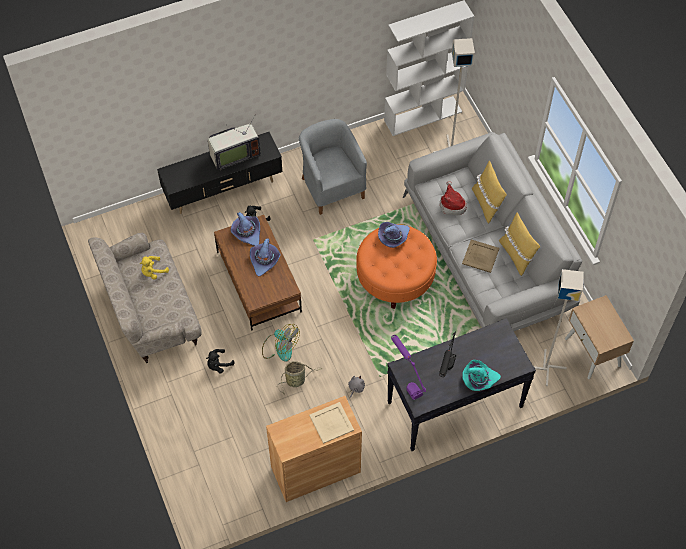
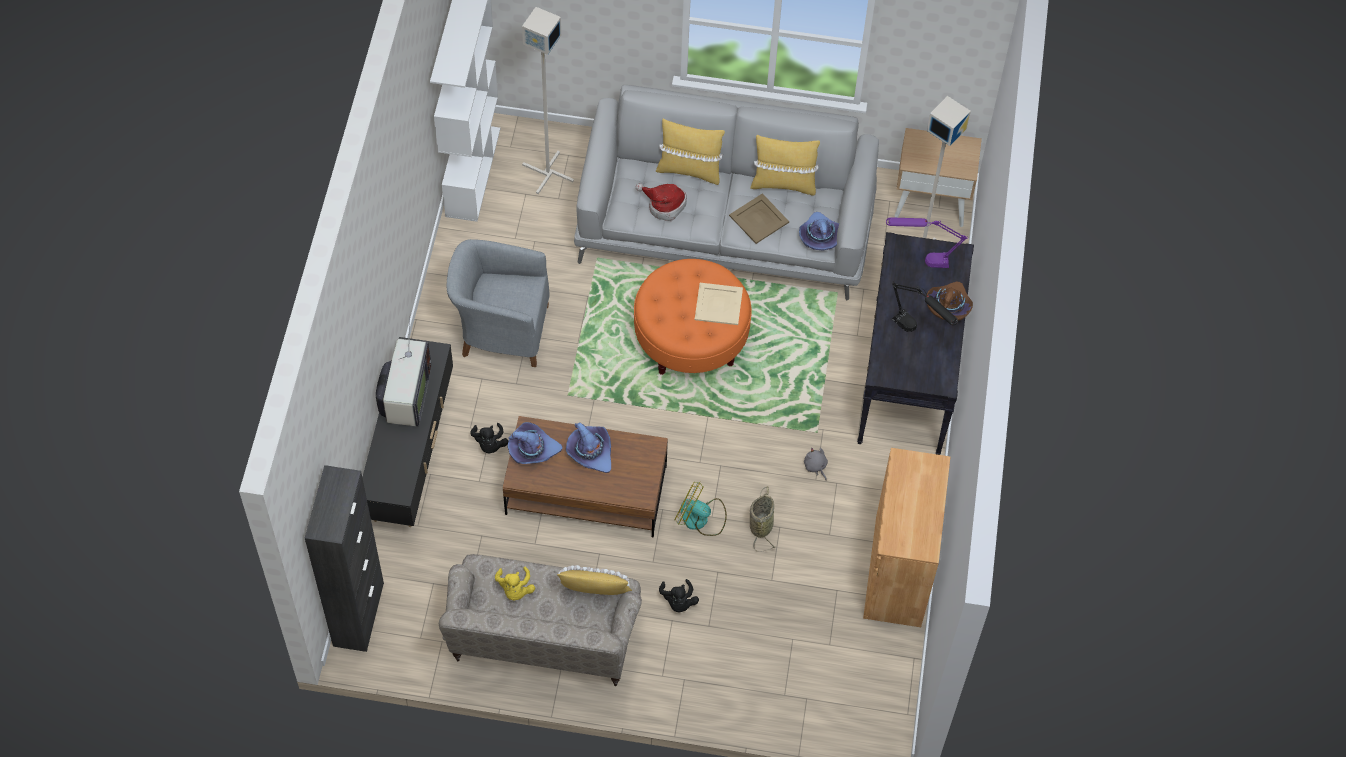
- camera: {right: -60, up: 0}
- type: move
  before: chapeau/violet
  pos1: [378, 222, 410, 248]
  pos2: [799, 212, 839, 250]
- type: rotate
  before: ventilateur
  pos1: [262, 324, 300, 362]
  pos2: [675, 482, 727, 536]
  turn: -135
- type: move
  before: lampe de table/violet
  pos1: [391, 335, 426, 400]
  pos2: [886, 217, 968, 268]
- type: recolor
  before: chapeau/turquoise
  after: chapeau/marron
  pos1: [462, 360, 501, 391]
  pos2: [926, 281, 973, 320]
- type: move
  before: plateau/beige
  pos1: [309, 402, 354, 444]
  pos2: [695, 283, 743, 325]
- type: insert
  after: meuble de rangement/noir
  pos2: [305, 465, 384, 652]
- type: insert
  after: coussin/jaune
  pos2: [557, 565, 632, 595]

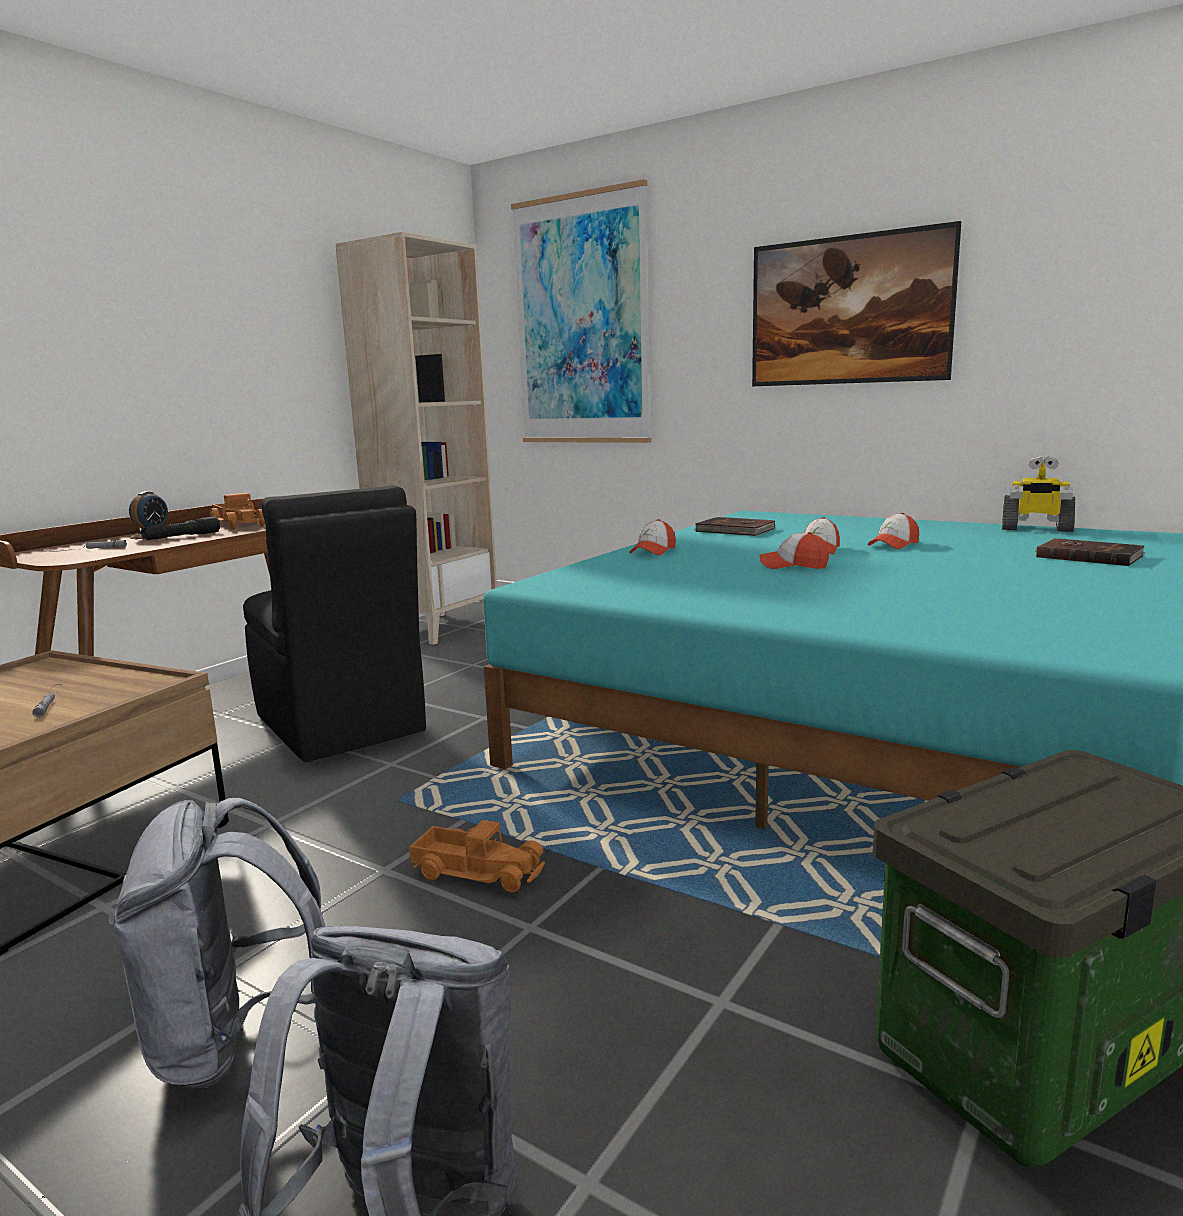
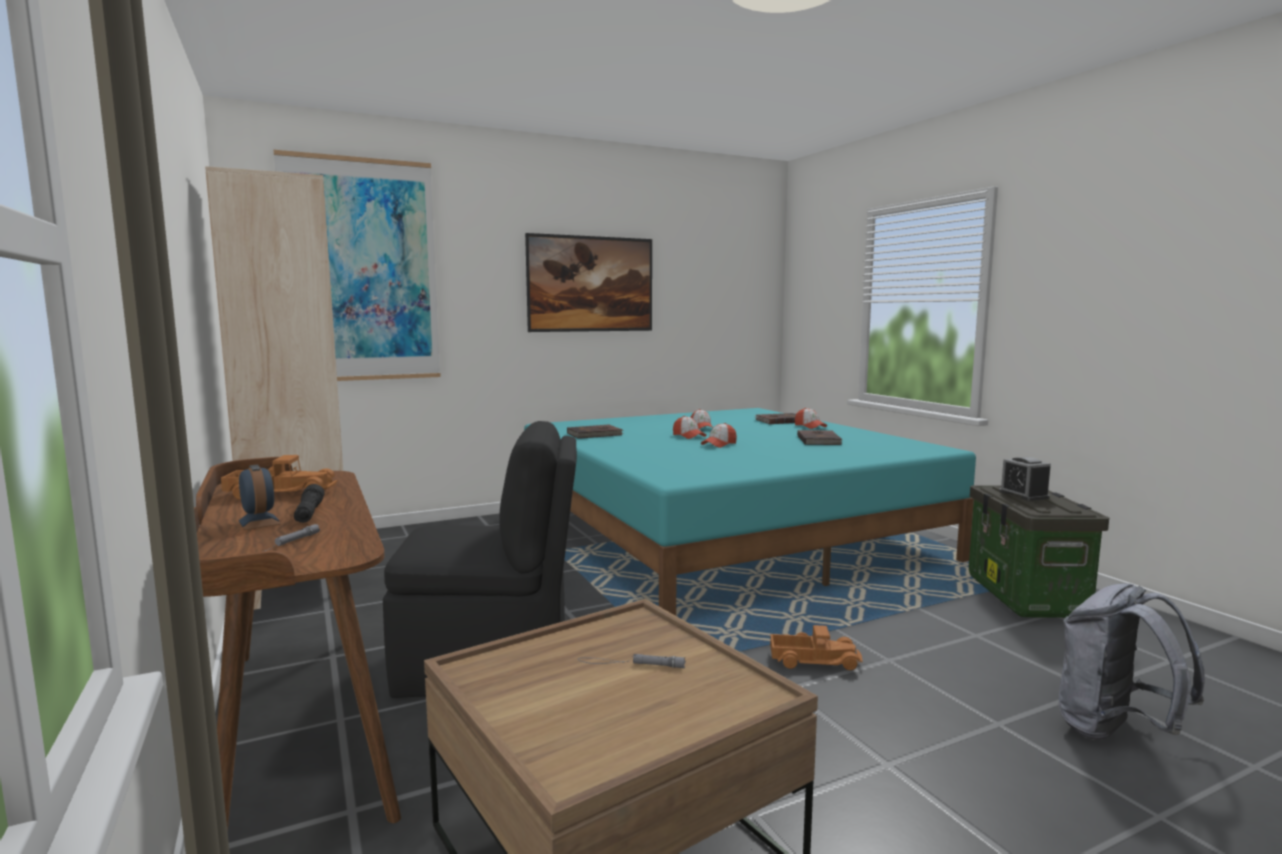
- camera: {right: -60, up: -5}
- type: delete
  before: robot jouet
  pos1: [1002, 456, 1075, 532]
- type: move
  before: casquette
  pos1: [629, 519, 676, 555]
  pos2: [795, 408, 827, 429]
- type: delete
  before: sac à dos/gris
  pos1: [108, 798, 325, 1089]
- type: rotate
  before: camion jouet
  pos1: [409, 820, 545, 893]
  pos2: [770, 625, 863, 670]
  turn: 45
- type: insert
  after: livre/marron
  pos2: [797, 430, 842, 445]
- type: insert
  after: réveil
  pos2: [999, 457, 1051, 501]

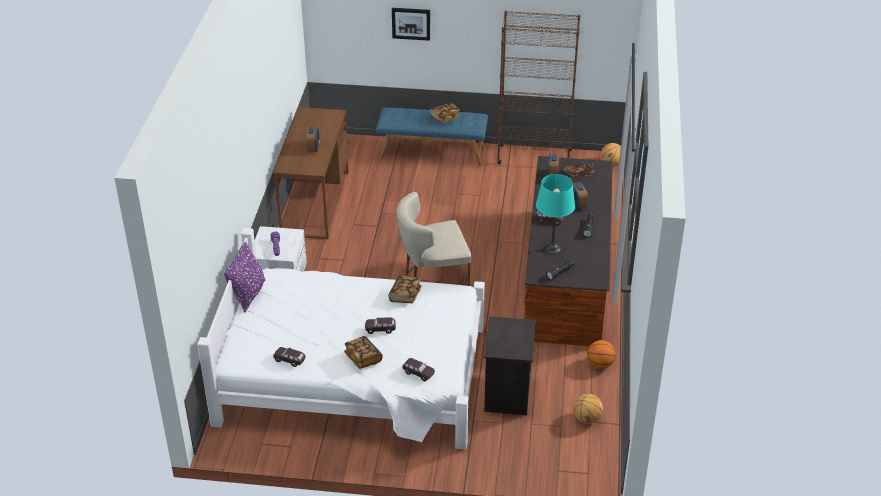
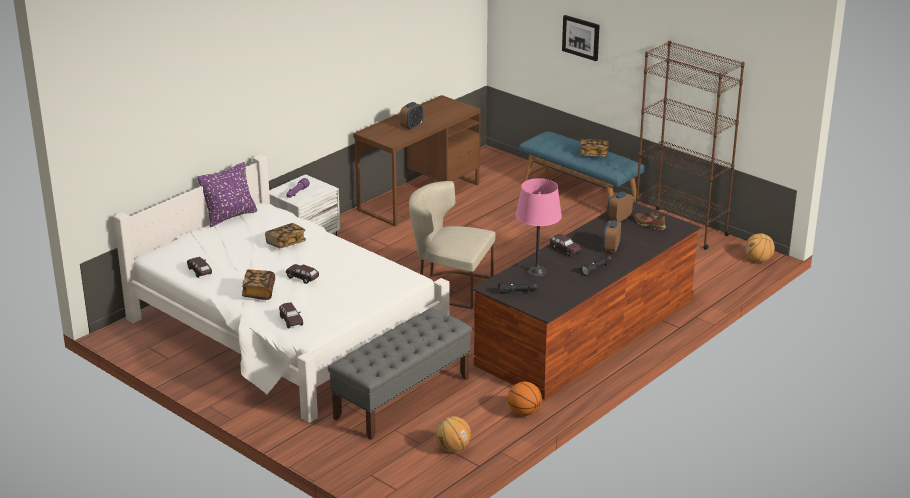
- camera: {right: 35, up: -10}
- type: recolor
  before: lampe de table/turquoise
  after: lampe de table/rose
  pos1: [536, 174, 575, 254]
  pos2: [516, 178, 562, 277]
- type: move
  before: livre
  pos1: [389, 275, 421, 303]
  pos2: [265, 223, 306, 248]
- type: replace
  before: table de chevet/noir
  after: banc/gris
  pos1: [484, 316, 536, 415]
  pos2: [328, 308, 472, 440]

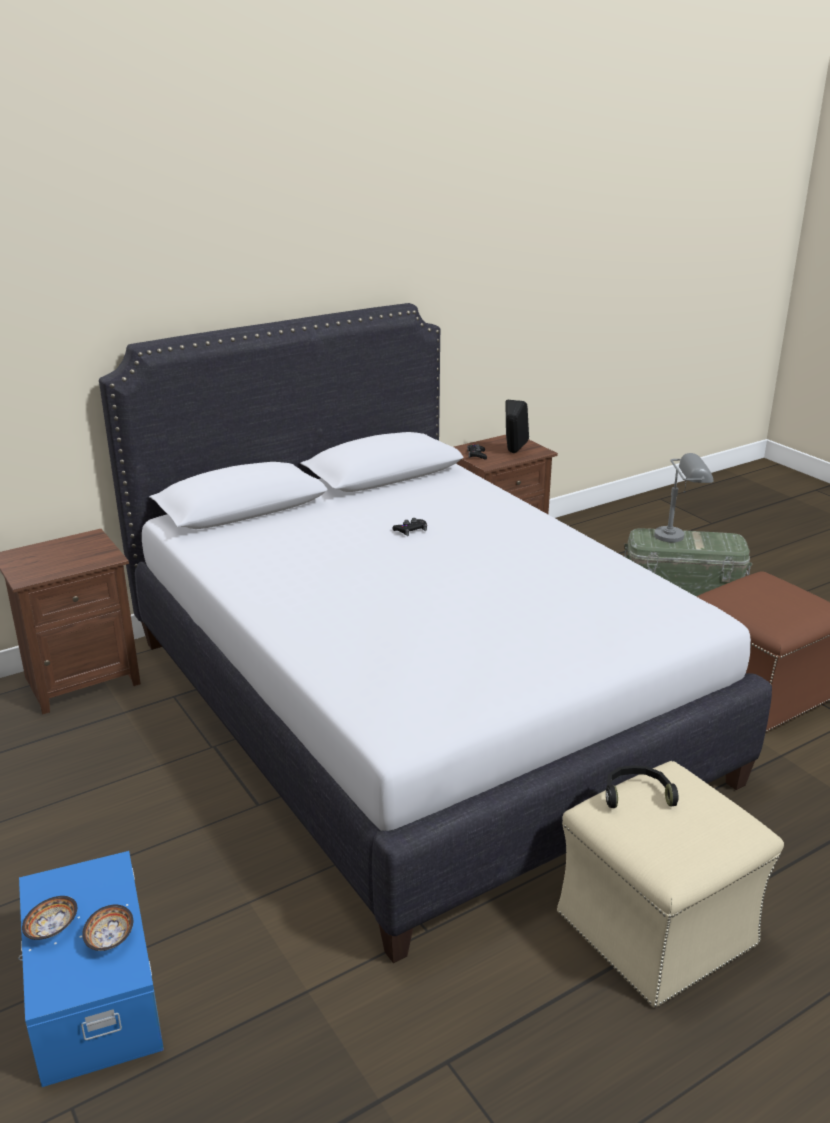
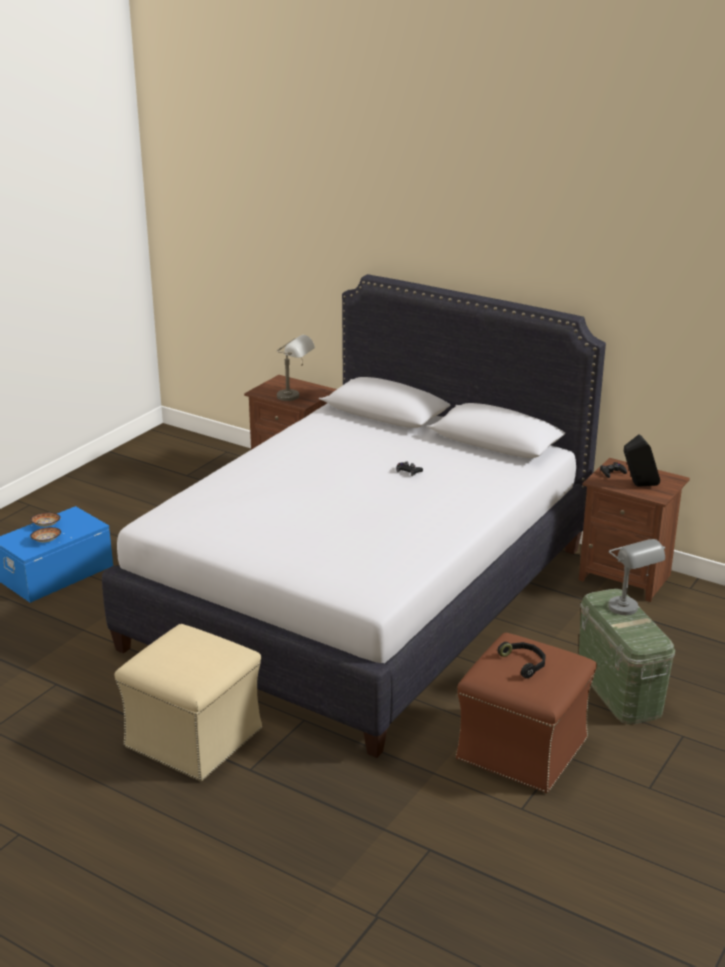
- camera: {right: 65, up: 0}
- type: move
  before: casque audio/noir
  pos1: [606, 766, 678, 808]
  pos2: [498, 642, 546, 678]
- type: insert
  after: lampe de table/gris
  pos2: [277, 335, 315, 401]

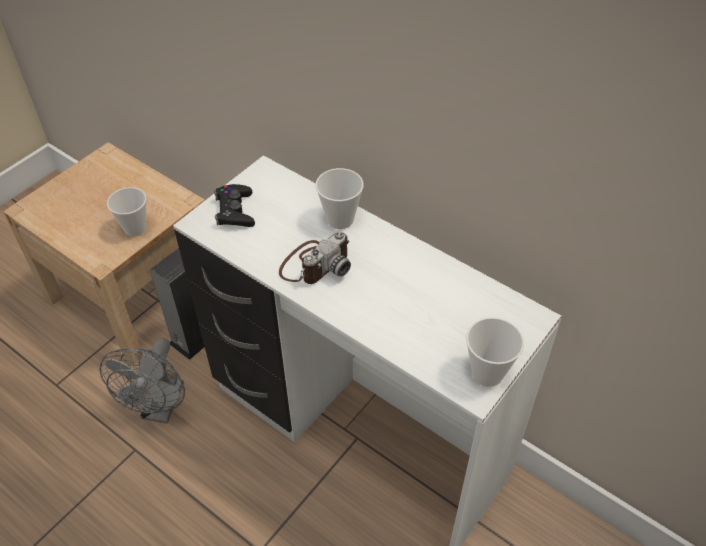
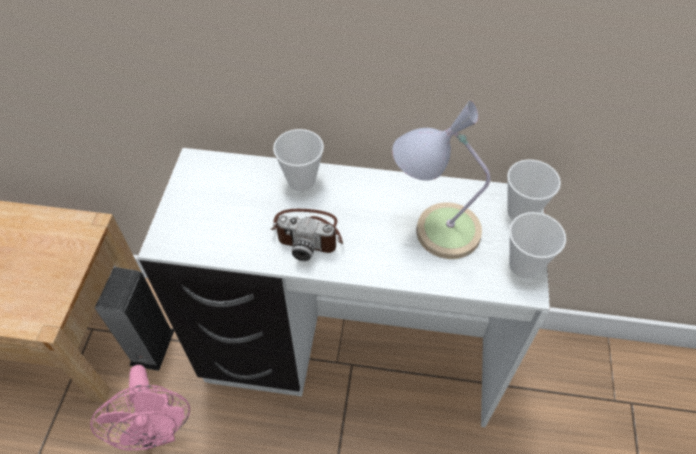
- camera: {right: -30, up: 5}
- type: delete
  before: manette/noir
  pos1: [214, 184, 255, 227]
- type: move
  before: tasse
  pos1: [107, 187, 146, 237]
  pos2: [507, 159, 561, 220]
- type: rotate
  before: appareil photo
  pos1: [279, 232, 351, 284]
  pos2: [271, 209, 343, 261]
  turn: 90
- type: recolor
  before: ventilateur/gris
  after: ventilateur/rose
  pos1: [99, 338, 185, 424]
  pos2: [90, 365, 190, 450]
- type: insert
  after: lampe de table
  pos2: [392, 101, 490, 259]

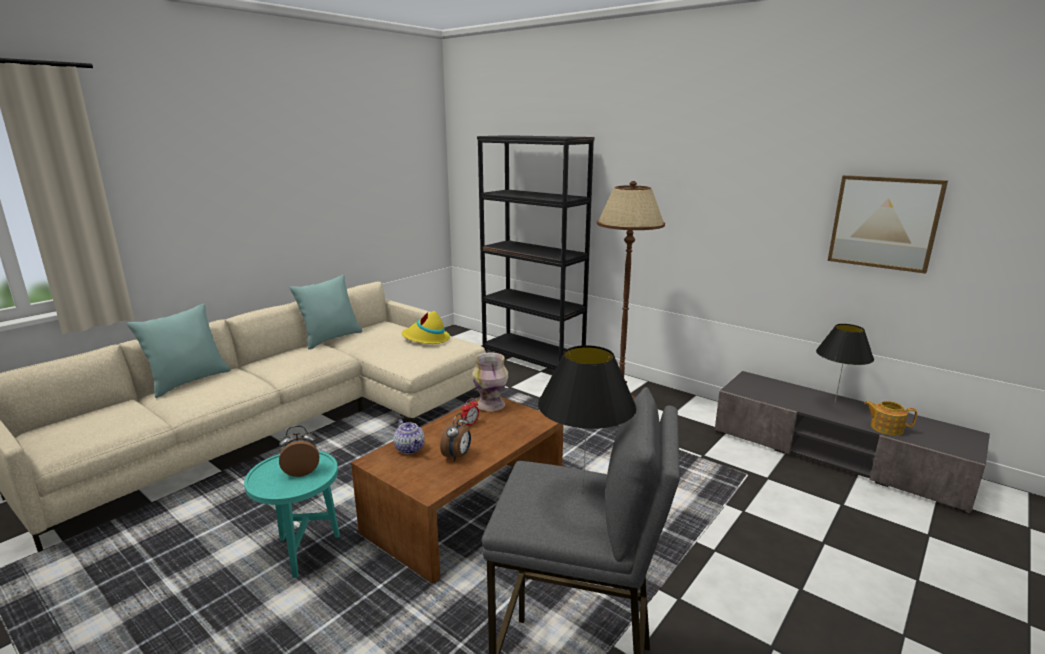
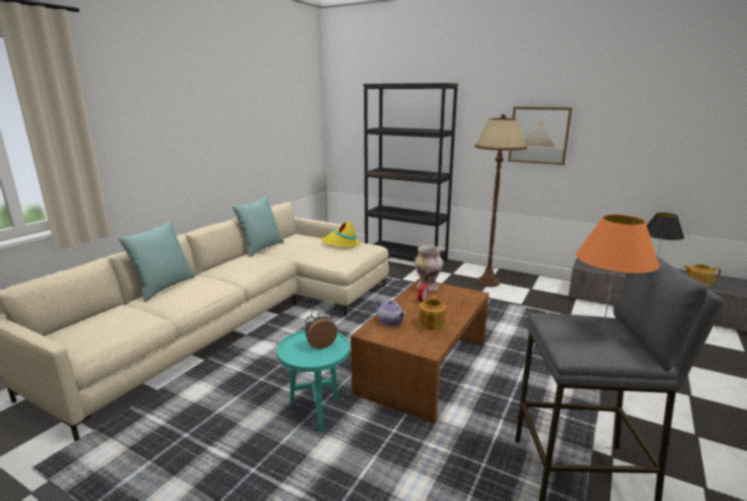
- camera: {right: -10, up: 0}
- type: move
  before: tableau
  pos1: [828, 175, 948, 274]
  pos2: [508, 107, 572, 165]
- type: recolor
  before: lampe de table/noir
  after: lampe de table/orange
  pos1: [538, 345, 637, 492]
  pos2: [576, 214, 660, 329]
- type: replace
  before: réveil
  after: théière
  pos1: [440, 413, 471, 461]
  pos2: [419, 295, 446, 330]

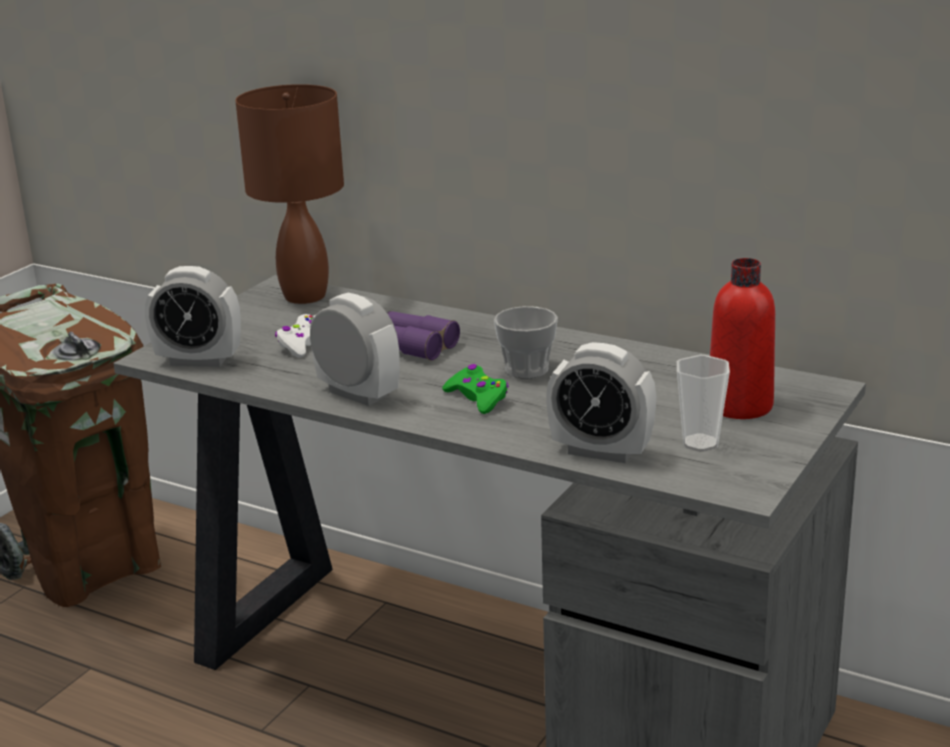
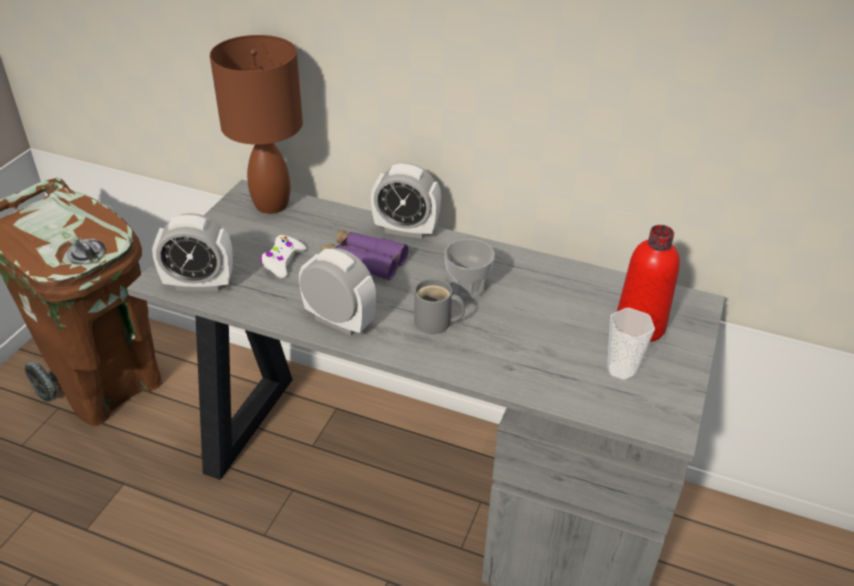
- camera: {right: -10, up: 15}
- type: move
  before: réveil
  pos1: [546, 342, 656, 463]
  pos2: [371, 163, 441, 239]
- type: replace
  before: manette/vert
  after: mug/gris
  pos1: [442, 364, 509, 414]
  pos2: [414, 278, 465, 334]

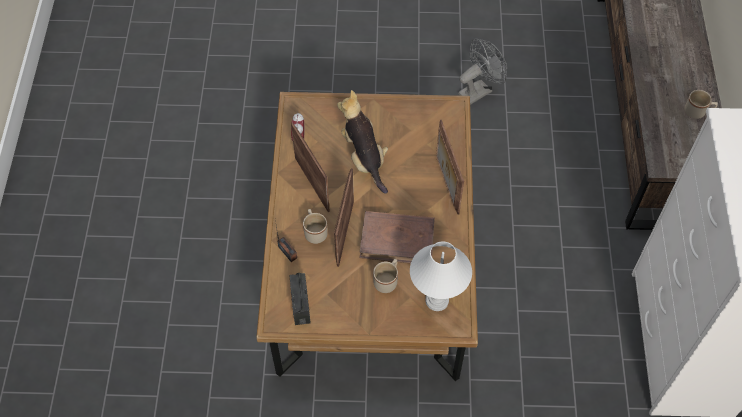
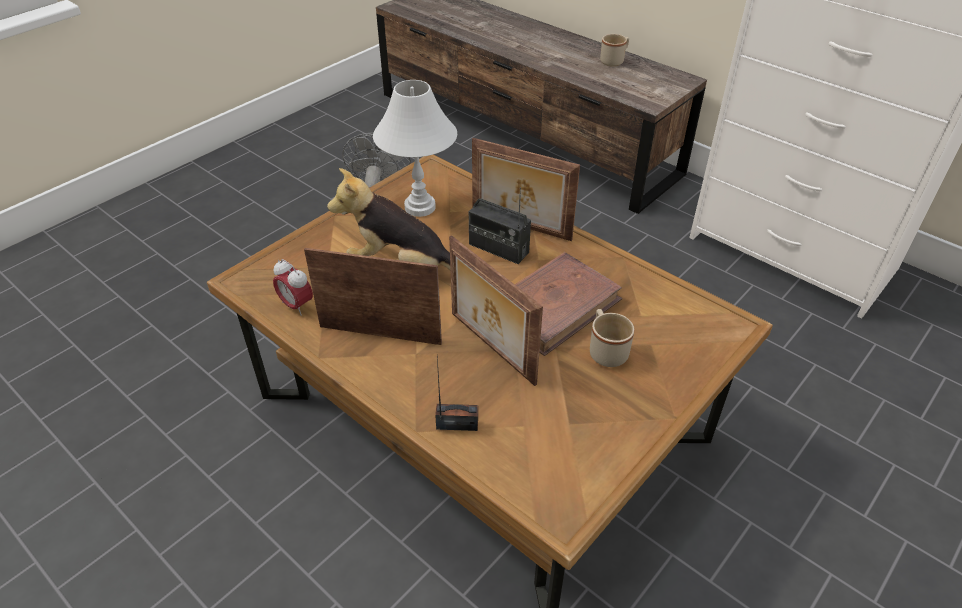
- camera: {right: -50, up: -15}
- type: delete
  before: mug/beige
  pos1: [303, 209, 328, 244]
- type: move
  before: lampe de table/blanc
  pos1: [410, 241, 472, 311]
  pos2: [373, 80, 457, 217]
- type: move
  before: radio
  pos1: [289, 273, 311, 325]
  pos2: [469, 187, 531, 264]

